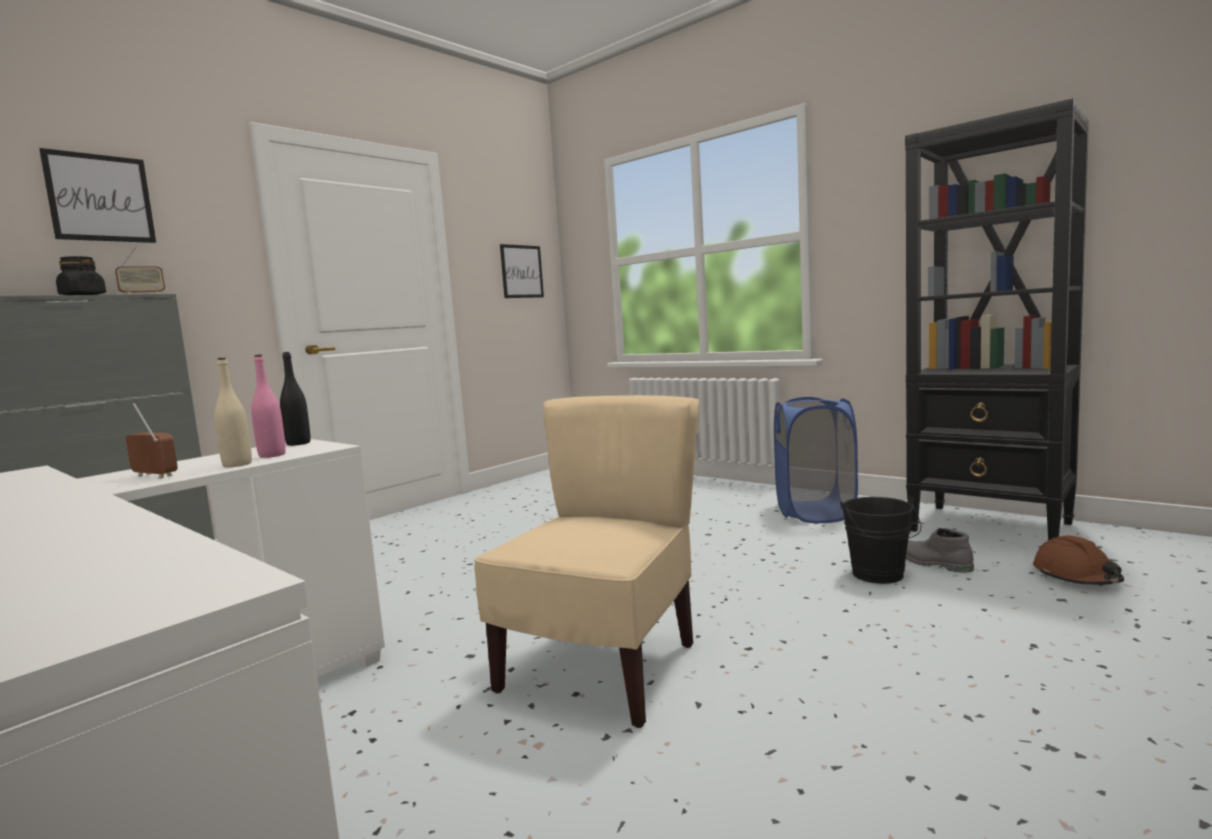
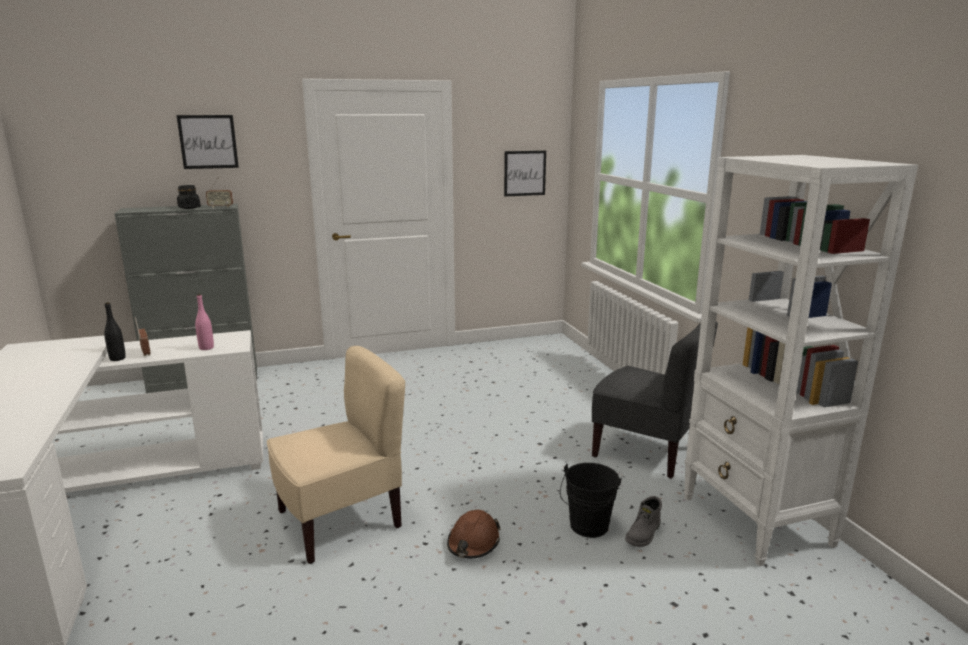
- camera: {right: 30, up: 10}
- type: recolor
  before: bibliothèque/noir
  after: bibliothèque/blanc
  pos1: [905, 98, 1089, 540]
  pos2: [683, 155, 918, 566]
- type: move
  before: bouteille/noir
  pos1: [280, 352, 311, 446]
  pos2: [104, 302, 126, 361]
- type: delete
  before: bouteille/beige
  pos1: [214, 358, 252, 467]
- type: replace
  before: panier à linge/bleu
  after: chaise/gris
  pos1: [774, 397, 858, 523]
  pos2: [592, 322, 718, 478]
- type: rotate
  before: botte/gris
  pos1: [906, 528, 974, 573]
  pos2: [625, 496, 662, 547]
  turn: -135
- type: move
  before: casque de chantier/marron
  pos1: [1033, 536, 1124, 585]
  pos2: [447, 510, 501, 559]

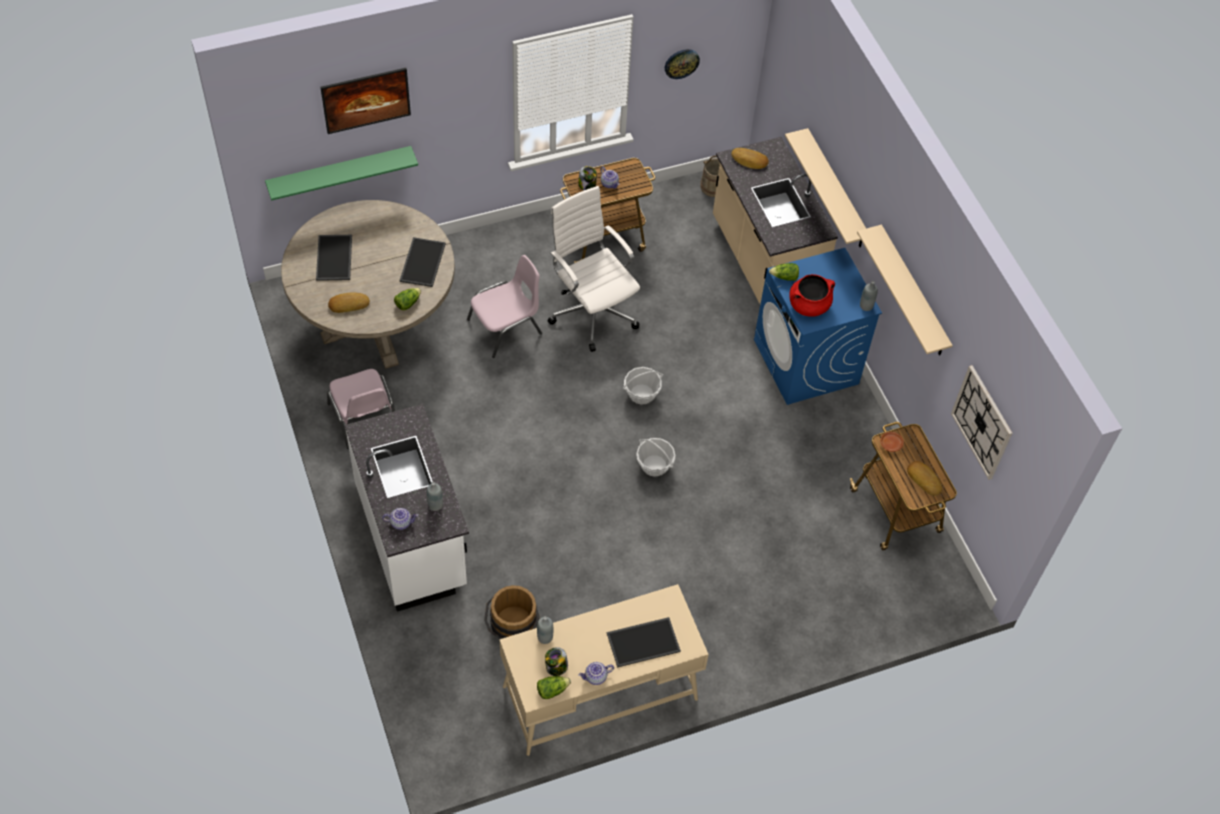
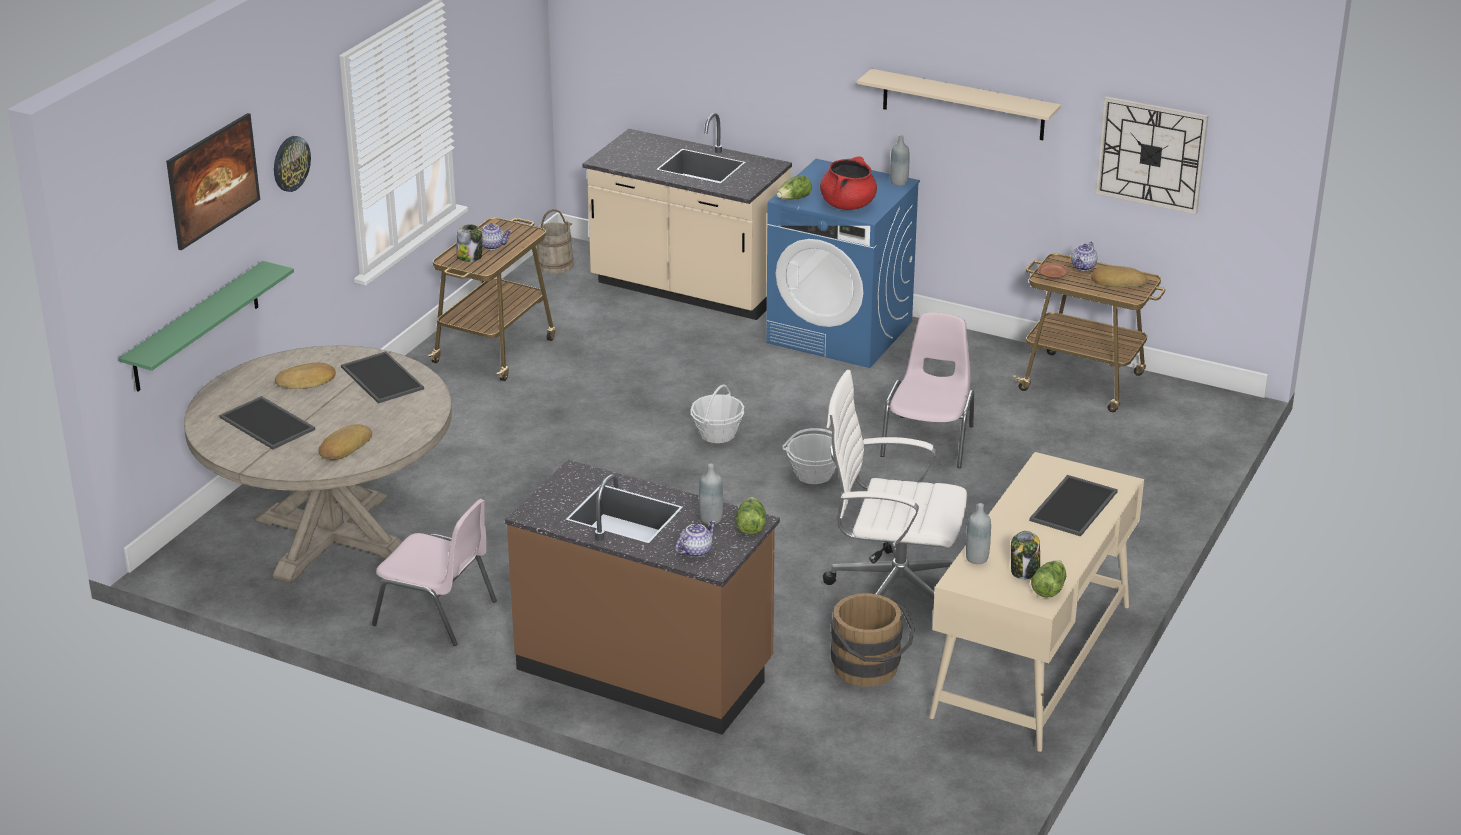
- camera: {right: -40, up: -25}
- type: move
  before: horloge murale
  pos1: [665, 49, 700, 79]
  pos2: [274, 136, 311, 192]
- type: delete
  before: étagère/beige
  pos1: [785, 128, 866, 247]
- type: move
  before: pain
  pos1: [731, 148, 769, 169]
  pos2: [275, 363, 336, 389]
- type: move
  before: chaise de bureau/blanc
  pos1: [548, 186, 640, 352]
  pos2: [823, 370, 967, 600]
- type: move
  before: chaise/rose
  pos1: [467, 255, 542, 358]
  pos2: [880, 312, 974, 468]
- type: move
  before: laitue
  pos1: [394, 288, 421, 310]
  pos2: [736, 497, 766, 535]
- type: recolor
  before: comptoir de cuisine/blanc
  after: comptoir de cuisine/marron
  pos1: [345, 404, 469, 612]
  pos2: [505, 460, 780, 735]
- type: move
  before: théière
  pos1: [578, 662, 614, 685]
  pos2: [1071, 242, 1098, 271]

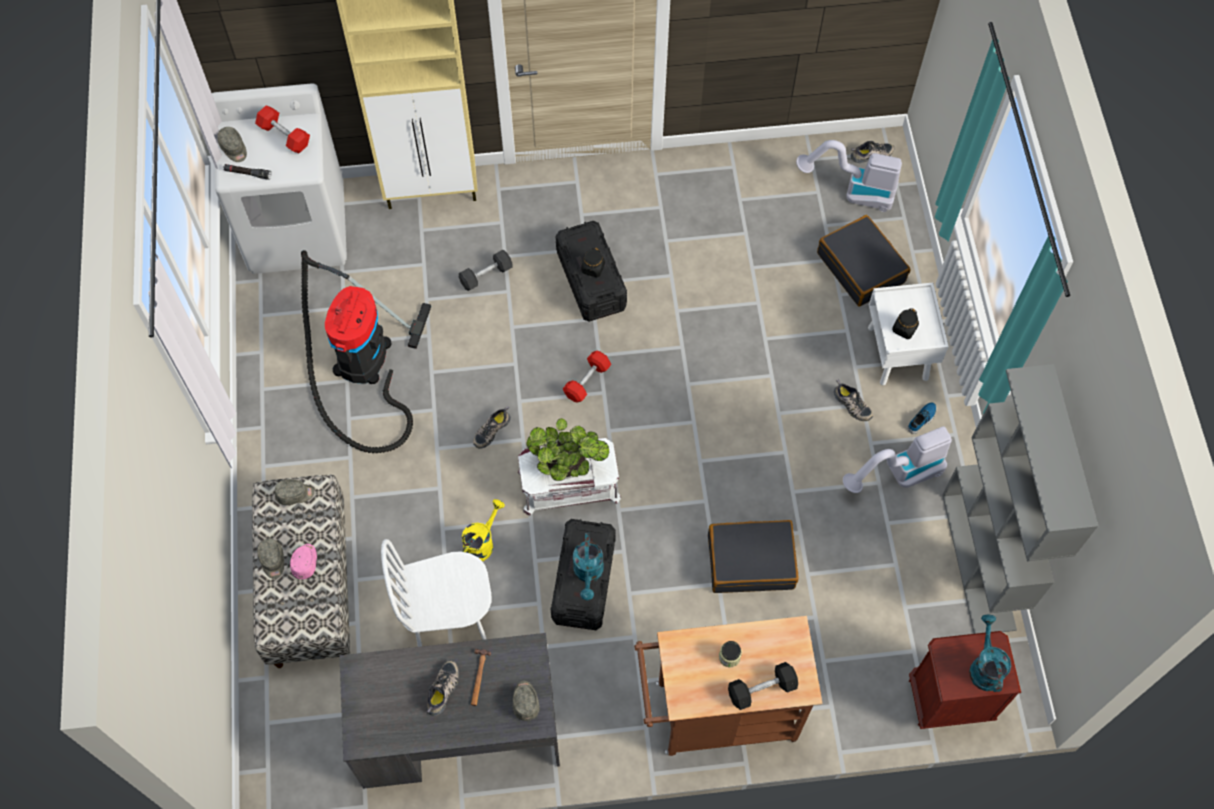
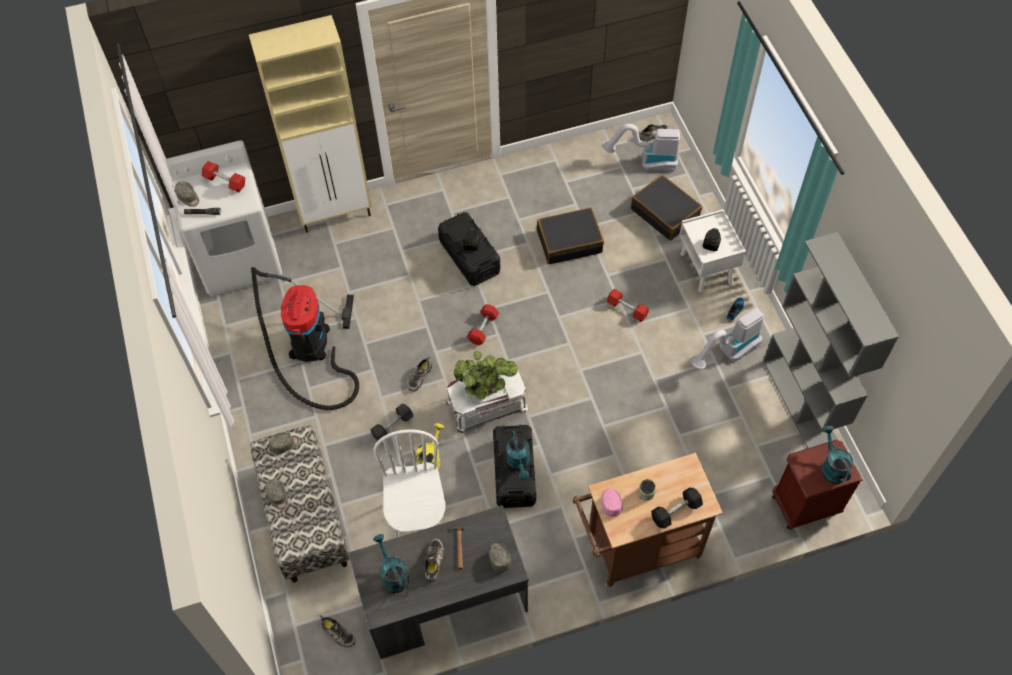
- camera: {right: -10, up: -5}
- type: move
  before: haltère/gris
  pos1: [459, 250, 513, 291]
  pos2: [371, 404, 413, 441]
- type: move
  before: chaussure
  pos1: [834, 380, 873, 421]
  pos2: [320, 615, 356, 647]
- type: move
  before: valise/noir
  pos1: [708, 520, 799, 593]
  pos2: [537, 208, 604, 264]
- type: rotate
  before: chaise/blanc
  pos1: [381, 539, 492, 647]
  pos2: [374, 429, 445, 538]
  turn: 105
- type: move
  before: casquette/rose
  pos1: [290, 544, 317, 579]
  pos2: [602, 488, 623, 517]
- type: insert
  after: haltère/rouge
  pos2: [607, 289, 649, 322]
- type: insert
  after: arrosoir/turquoise
  pos2: [373, 534, 409, 593]

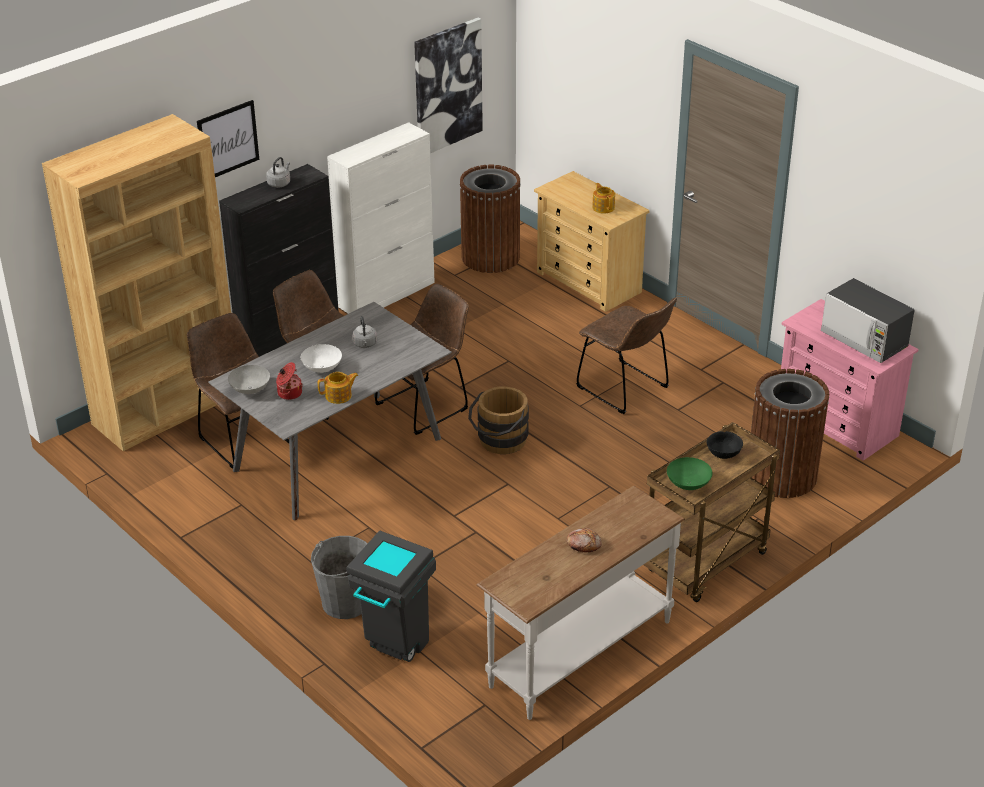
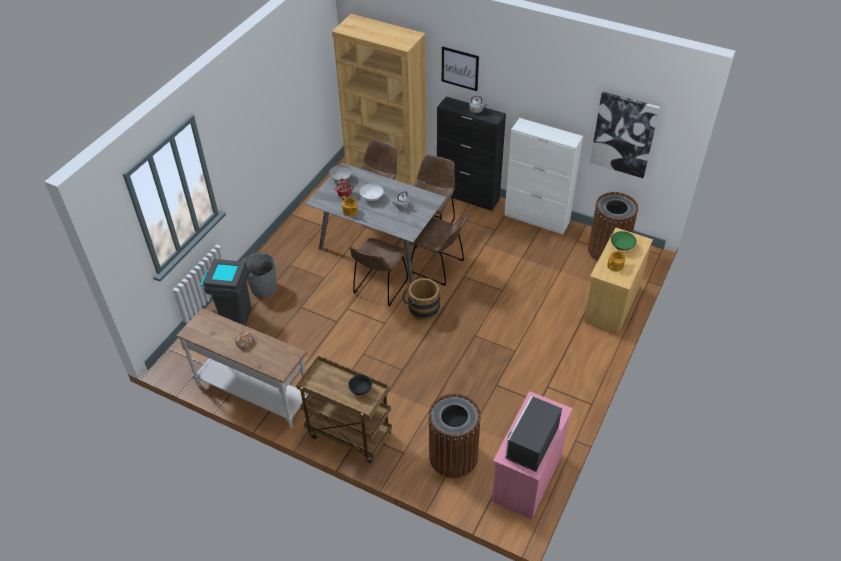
- camera: {right: 70, up: 10}
- type: move
  before: chaise/marron
  pos1: [576, 297, 677, 414]
  pos2: [349, 238, 408, 306]
- type: move
  before: bol/vert
  pos1: [667, 457, 712, 490]
  pos2: [611, 231, 637, 251]

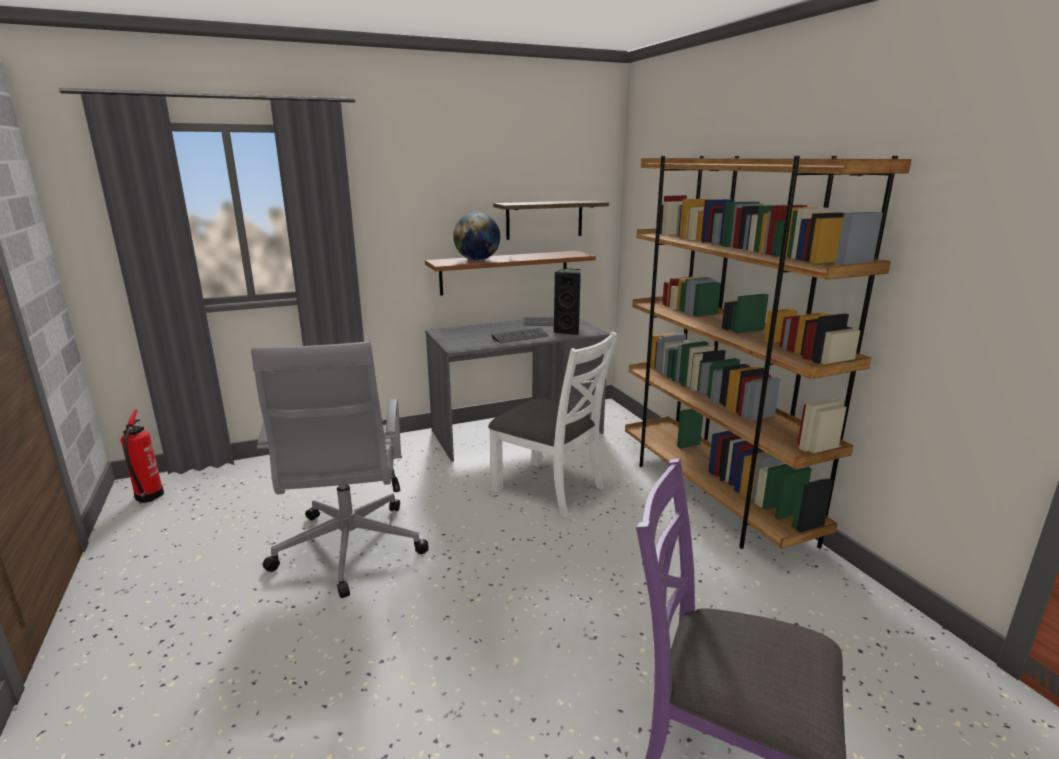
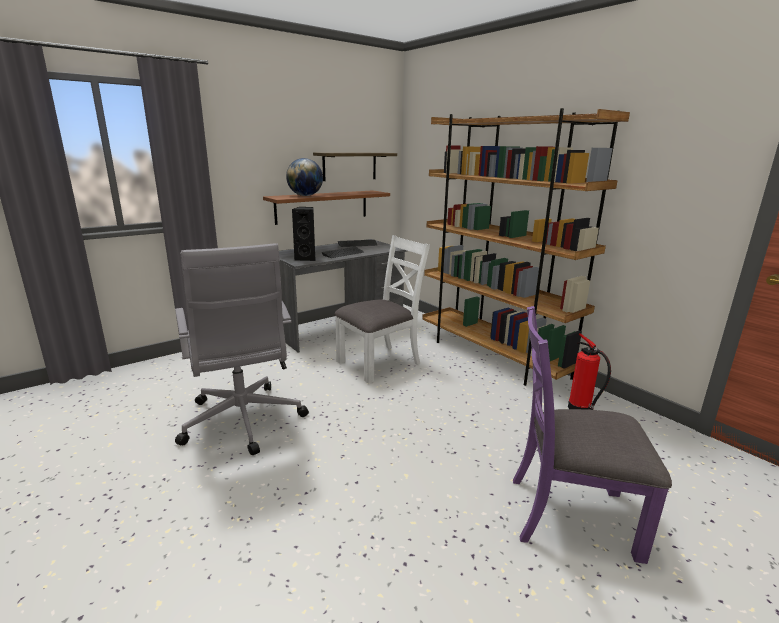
- camera: {right: -15, up: 0}
- type: move
  before: enceinte/noir
  pos1: [554, 268, 581, 335]
  pos2: [292, 207, 316, 261]
- type: rotate
  before: chaise/blanc
  pos1: [488, 331, 618, 517]
  pos2: [334, 235, 430, 384]
  turn: -60
- type: move
  before: extincteur
  pos1: [121, 409, 164, 503]
  pos2: [568, 333, 611, 410]

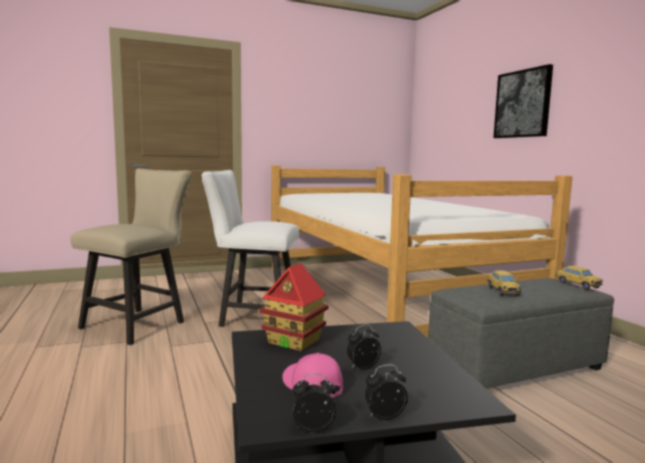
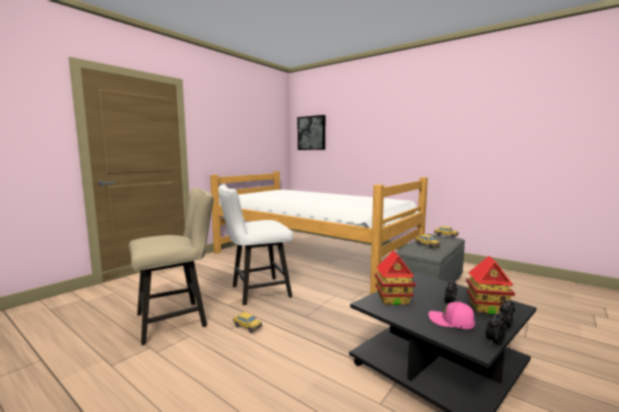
- camera: {right: -30, up: 0}
- type: move
  before: tableau
  pos1: [493, 64, 553, 138]
  pos2: [298, 115, 325, 150]
- type: rotate
  before: chaise/beige
  pos1: [71, 168, 192, 345]
  pos2: [129, 188, 214, 345]
  turn: 60
- type: insert
  after: maison miniature
  pos2: [466, 256, 515, 314]
- type: insert
  after: petite voiture
  pos2: [233, 312, 262, 333]

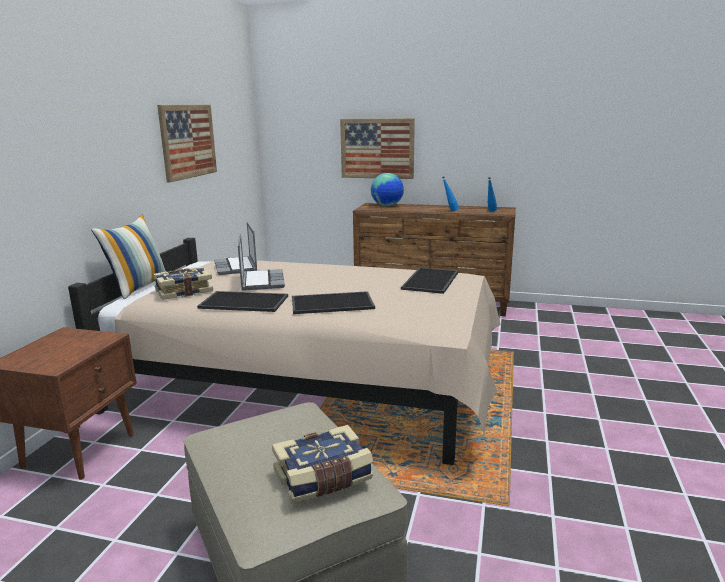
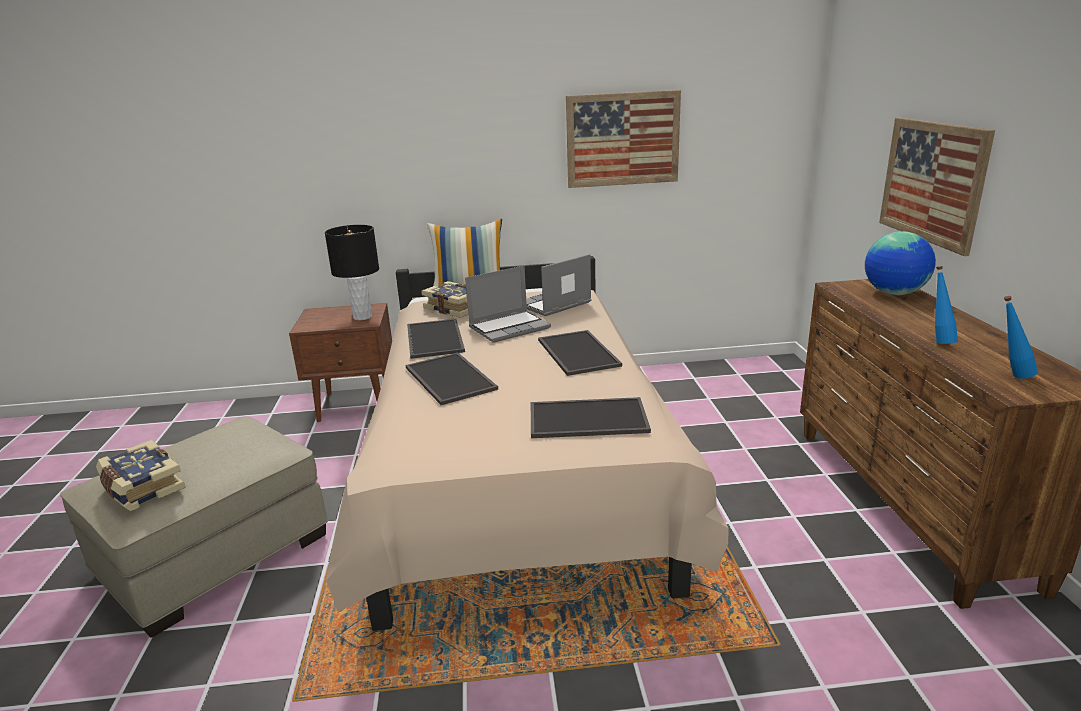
- camera: {right: 70, up: 5}
- type: insert
  after: lampe de table/noir
  pos2: [325, 225, 379, 320]
- type: insert
  after: plateau
  pos2: [538, 330, 622, 376]

